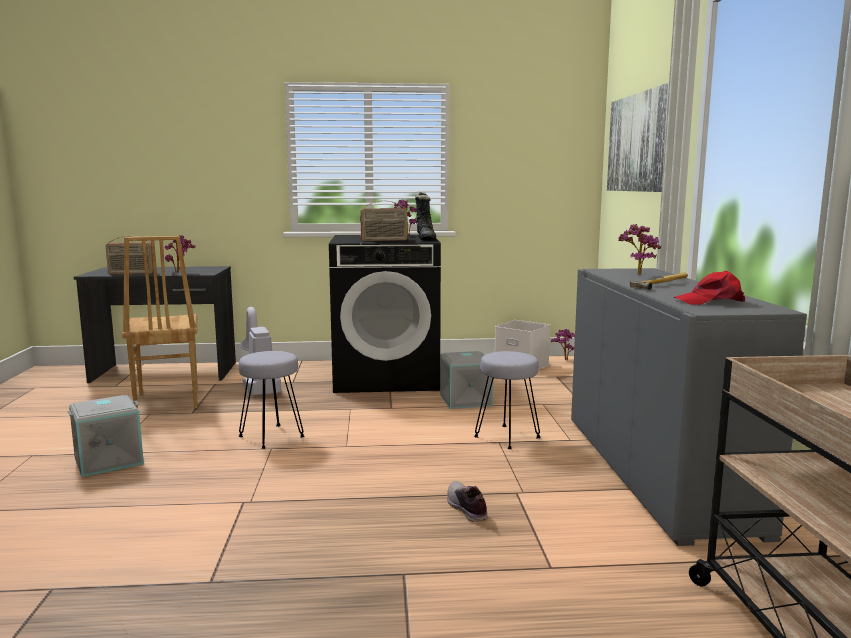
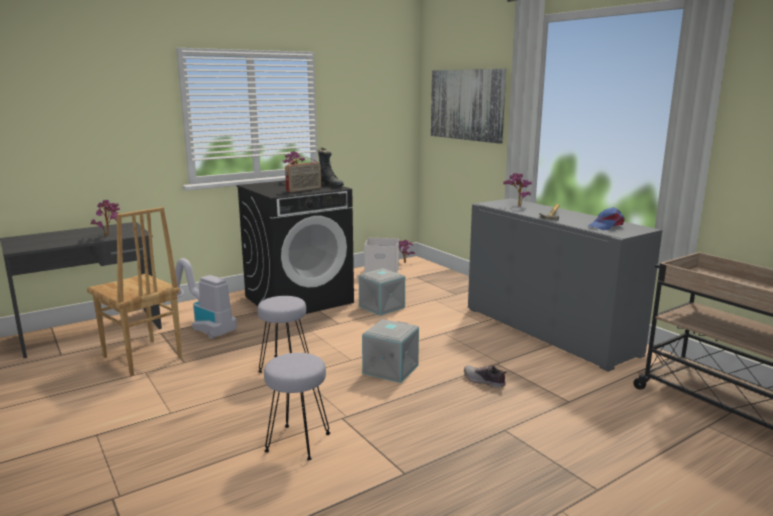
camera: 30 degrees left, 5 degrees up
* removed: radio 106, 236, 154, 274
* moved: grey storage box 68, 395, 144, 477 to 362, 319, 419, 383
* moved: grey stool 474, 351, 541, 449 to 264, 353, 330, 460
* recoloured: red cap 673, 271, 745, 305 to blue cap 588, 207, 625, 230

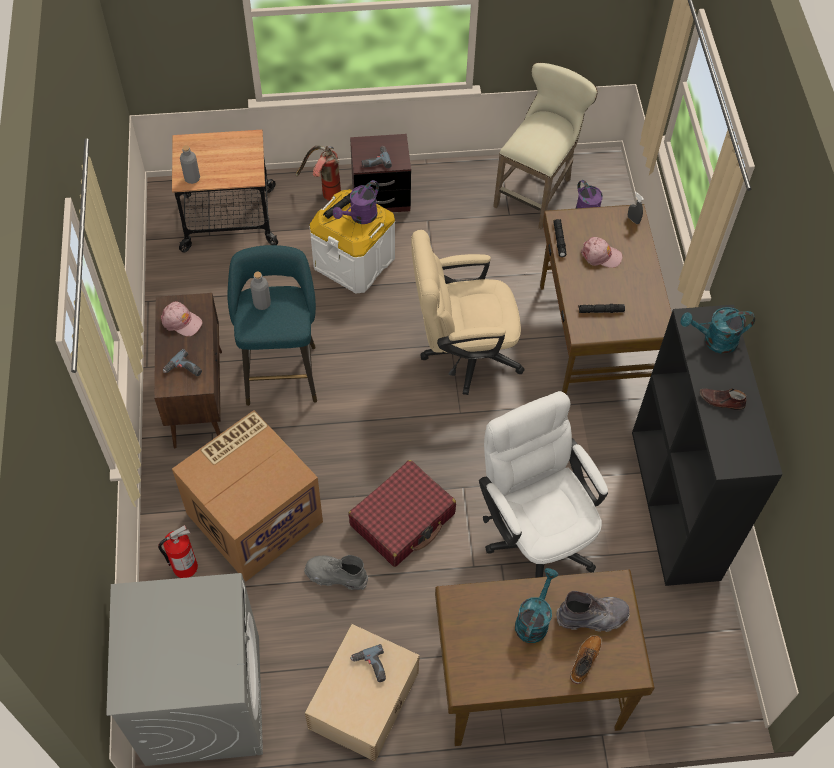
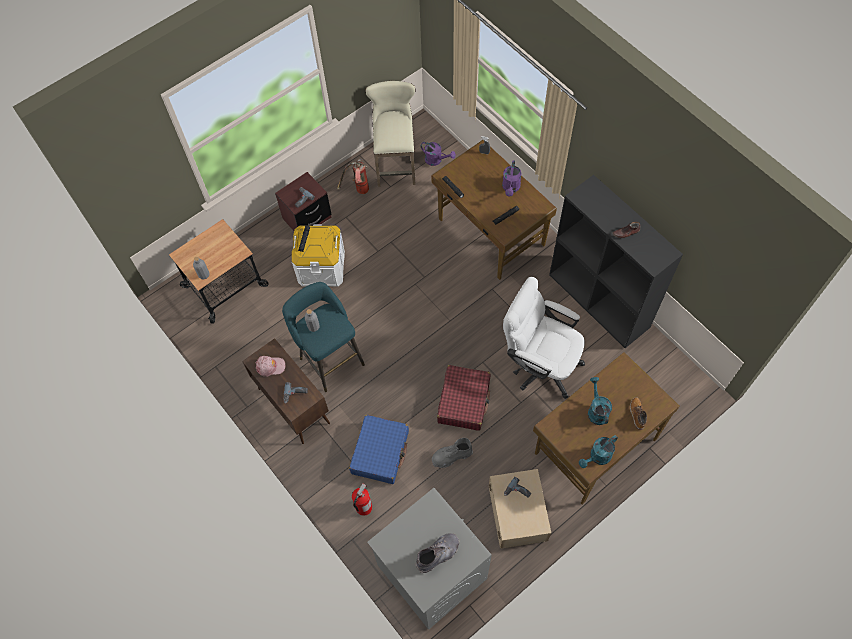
camera: 30 degrees left, 5 degrees up
* removed: beige office chair 411, 230, 525, 395
* removed: pink cap 581, 237, 623, 268
* moved: fire extinguisher 296, 146, 341, 201 to 337, 159, 369, 194
* moved: purple watering can 333, 180, 379, 224 to 502, 161, 522, 197
* moved: grey boot 556, 591, 630, 632 to 415, 533, 460, 573
* moved: turquoise watering can 681, 307, 755, 354 to 579, 435, 618, 468
* replaced: cardboard box 172, 410, 323, 581 to blue suitcase 349, 415, 409, 484

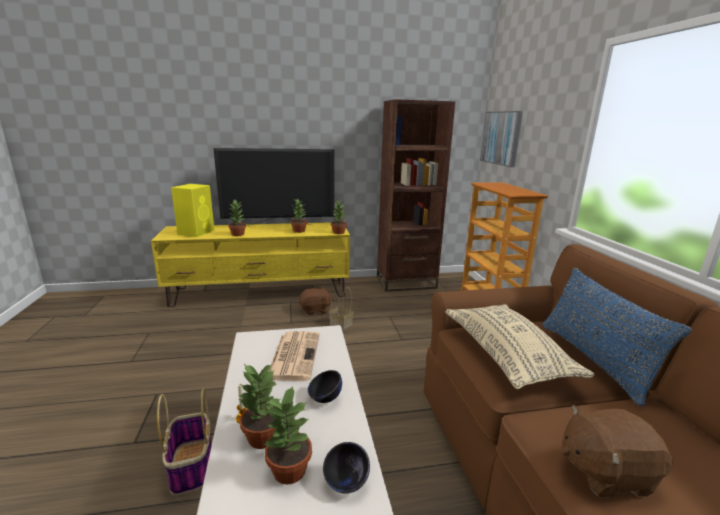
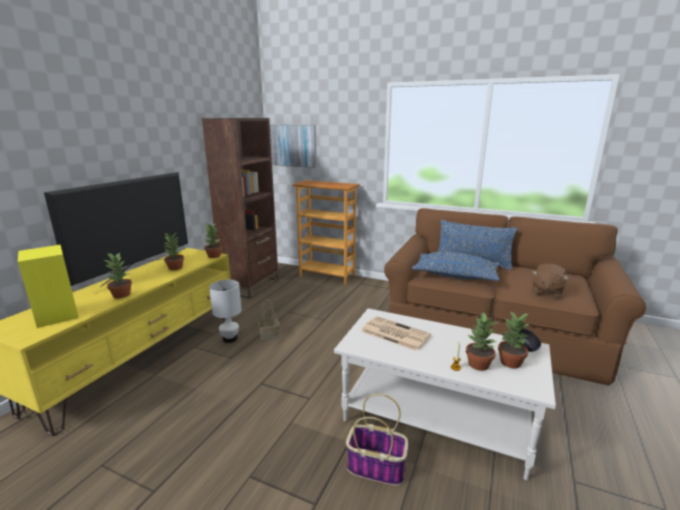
camera: 55 degrees left, 0 degrees up
* removed: black bowl 308, 370, 342, 403
* replaced: brown plush toy 299, 287, 334, 315 to white table lamp 209, 280, 242, 343
* recoloured: beige pillow 445, 304, 594, 389 to blue pillow 412, 252, 500, 281

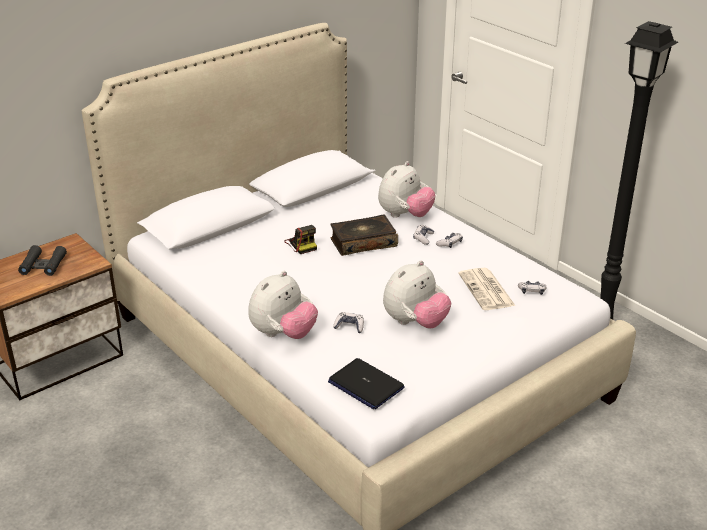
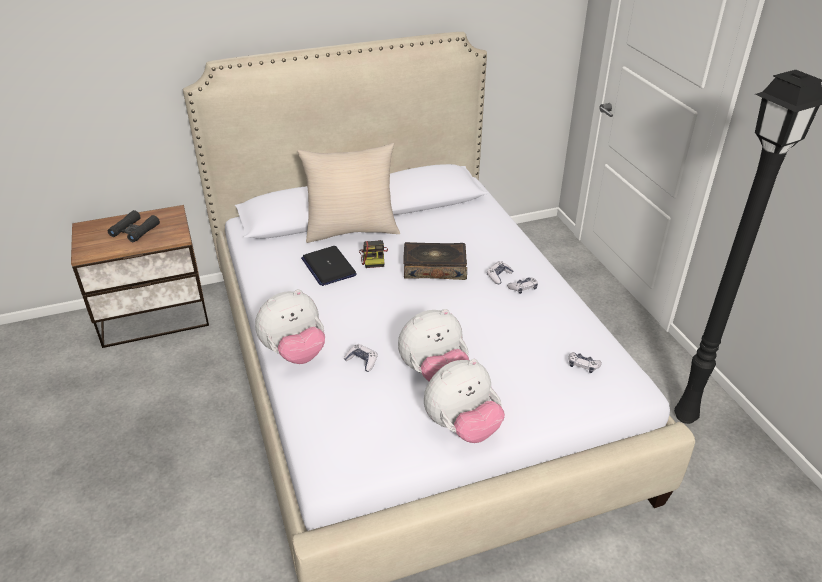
camera: 20 degrees right, 5 degrees up
* removed: newspaper 458, 268, 516, 310
* added: beige pillow 297, 143, 400, 243
* moved: laptop 328, 358, 405, 409 to 301, 246, 357, 286
* moved: plush toy 378, 161, 436, 218 to 424, 359, 505, 443

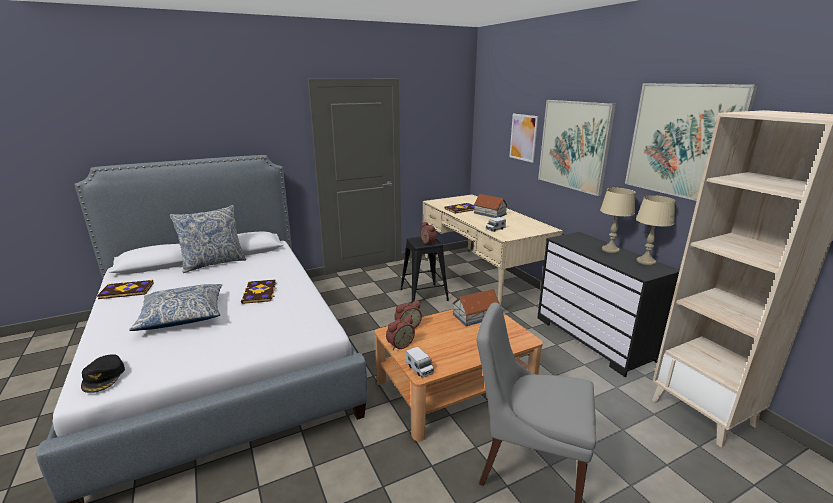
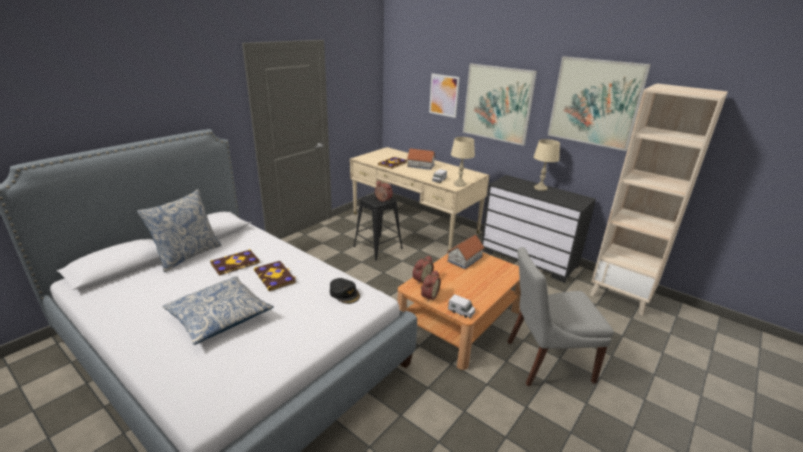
camera: 25 degrees left, 5 degrees up
* moved: black cap 81, 354, 125, 393 to 330, 278, 360, 304
* moved: book 97, 280, 154, 299 to 210, 249, 260, 276
* moved: beige table lamp 636, 195, 675, 265 to 451, 137, 475, 187

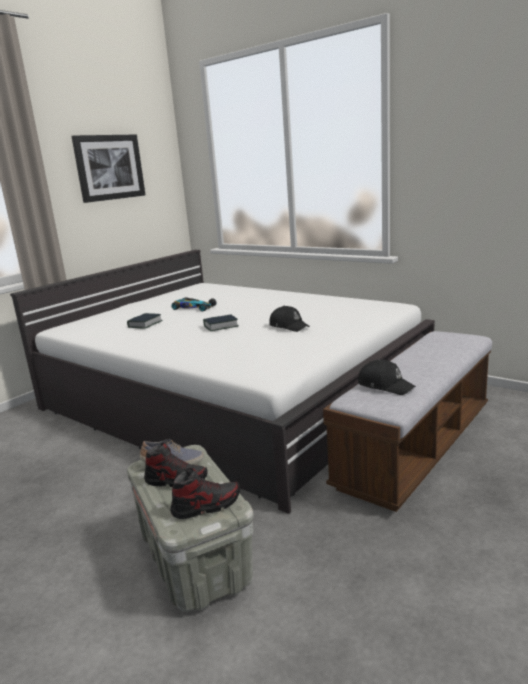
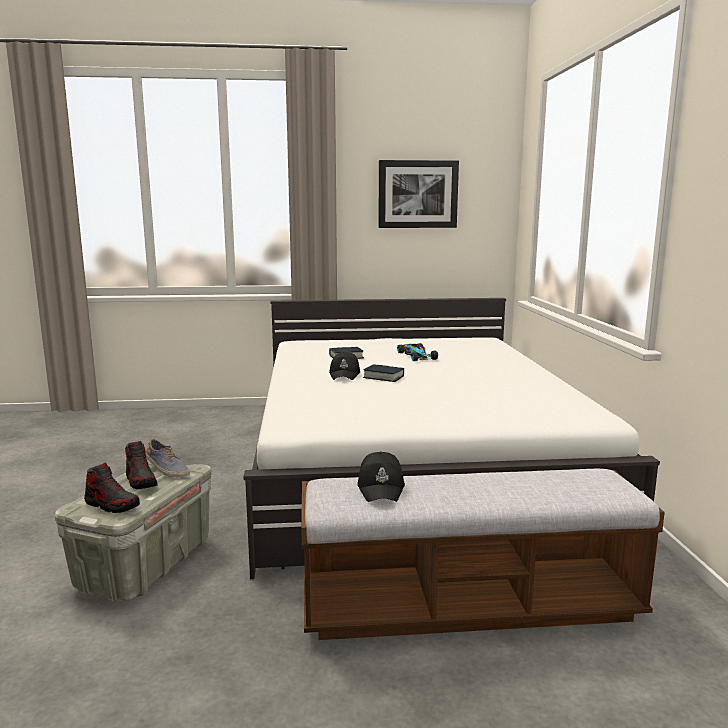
camera: 45 degrees right, 5 degrees down
* moved: black cap 269, 306, 310, 332 to 329, 351, 360, 380

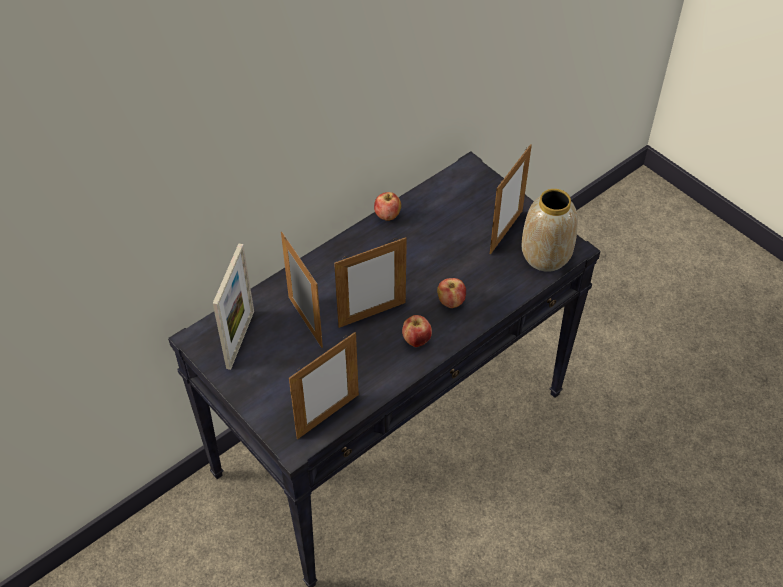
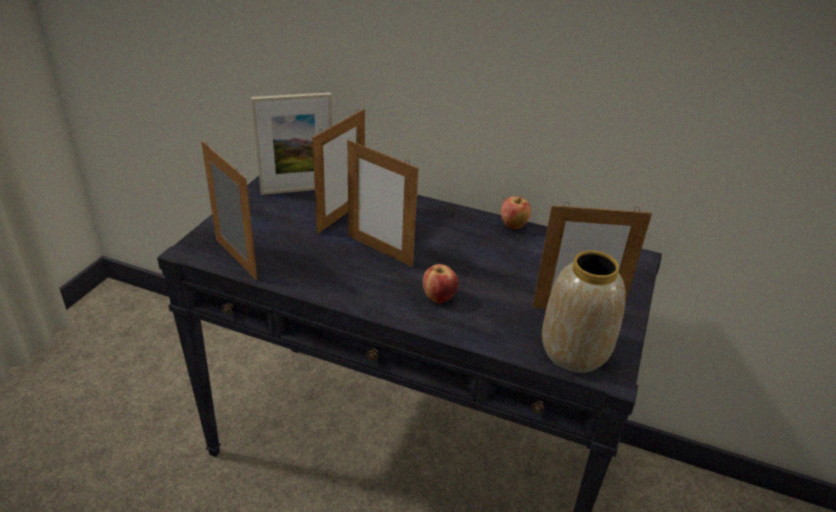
camera: 60 degrees right, 15 degrees down
* removed: apple 402, 315, 432, 347
* turned: picture frame 289, 332, 359, 439 = 201, 141, 258, 281 150 degrees counterclockwise

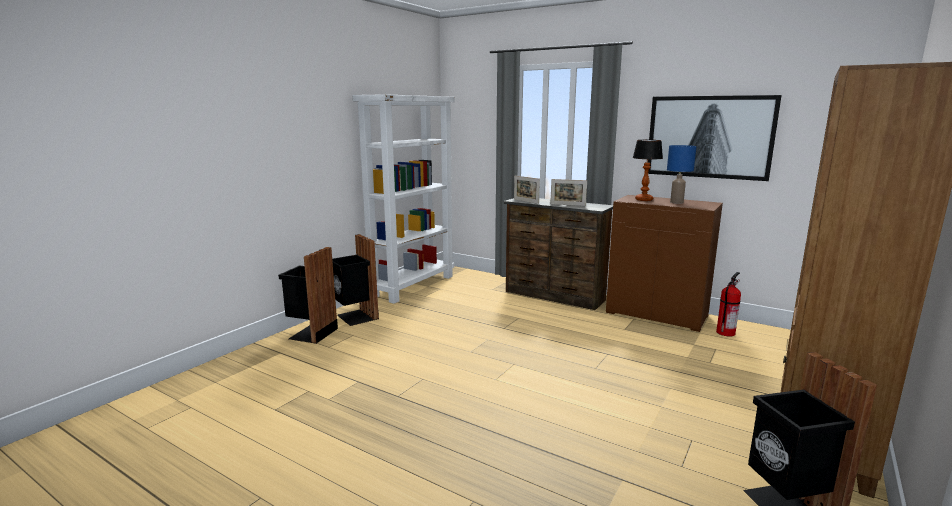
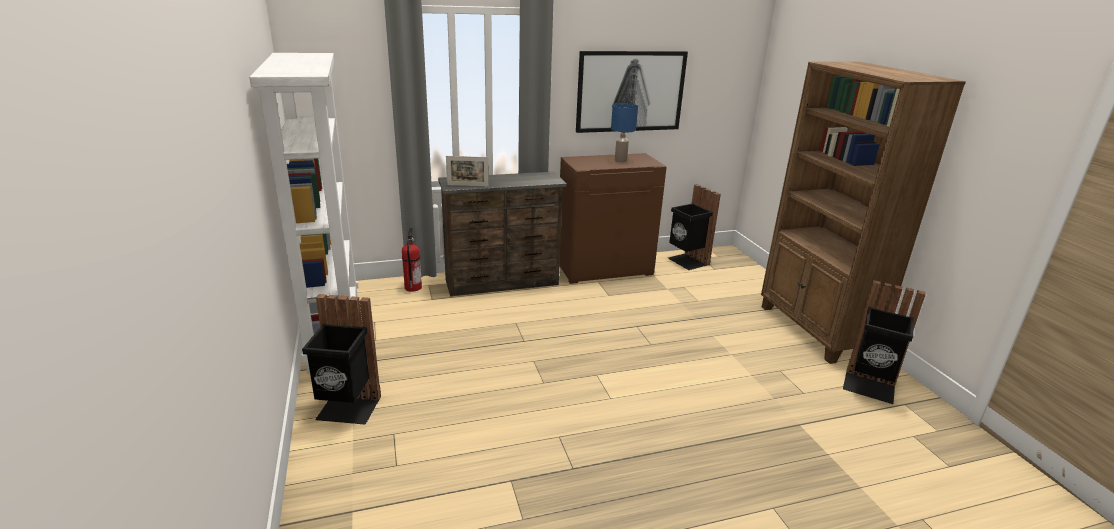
camera: 50 degrees left, 10 degrees up
* removed: picture frame 550, 179, 587, 206
* removed: table lamp 633, 140, 663, 201
* moved: black trash can 278, 247, 338, 344 to 668, 184, 721, 270
* moved: fire extinguisher 716, 272, 741, 337 to 402, 228, 422, 292

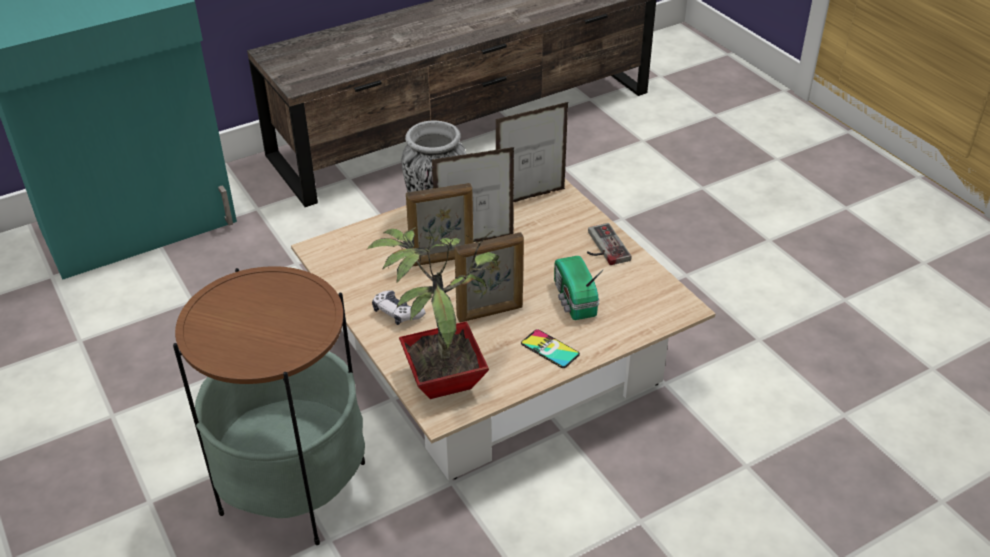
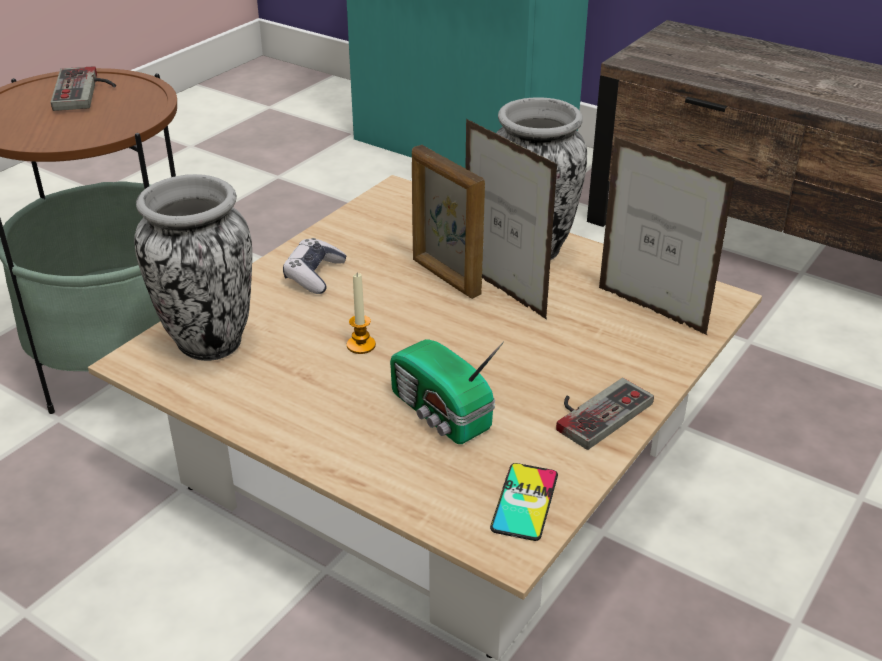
camera: 65 degrees right, 5 degrees down
* added: game controller 51, 66, 116, 111
* moved: phone 521, 329, 580, 368 to 490, 463, 558, 541
* replaced: potted plant 367, 227, 500, 399 to vase 134, 174, 252, 361
* replaced: picture frame 454, 232, 524, 322 to candle 347, 273, 376, 354
* turned: radio 554, 256, 604, 320 = 390, 339, 504, 444 90 degrees counterclockwise

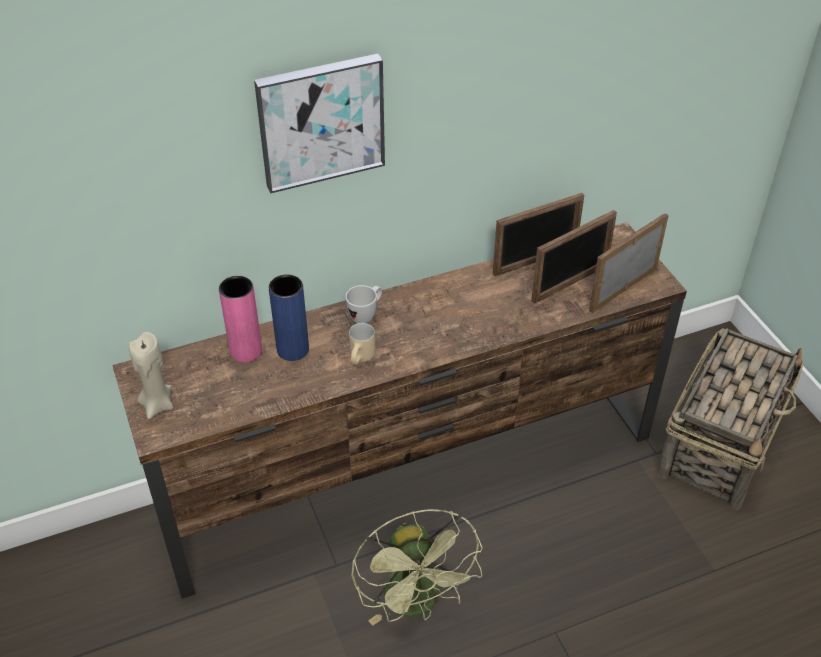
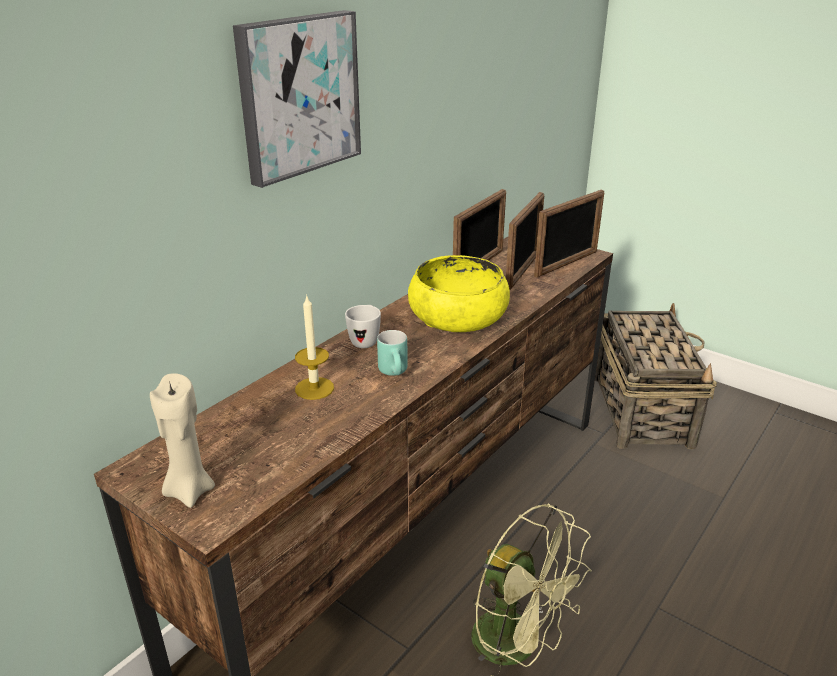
camera: 30 degrees left, 15 degrees down
* removed: pink vase 219, 276, 262, 362
* added: yellow bowl 408, 255, 510, 332
* replaced: blue vase 269, 274, 309, 361 to candle 295, 296, 334, 400
* recoloured: beige mug 349, 323, 376, 365 to turquoise mug 377, 330, 408, 376
* turned: picture frame 589, 213, 669, 313 = 534, 190, 604, 278 150 degrees counterclockwise

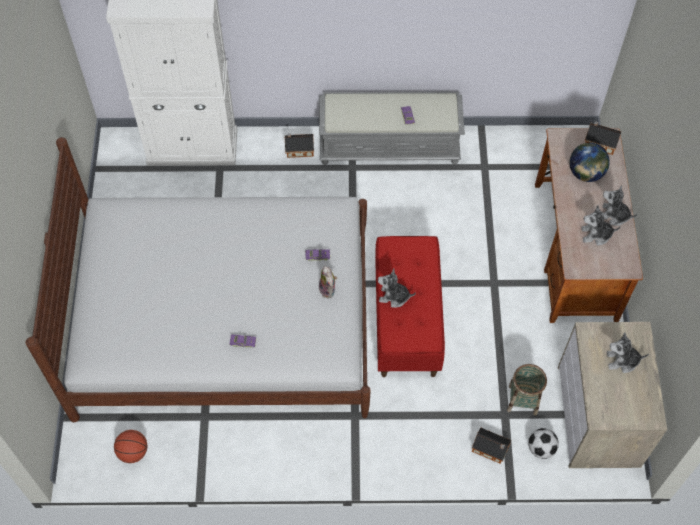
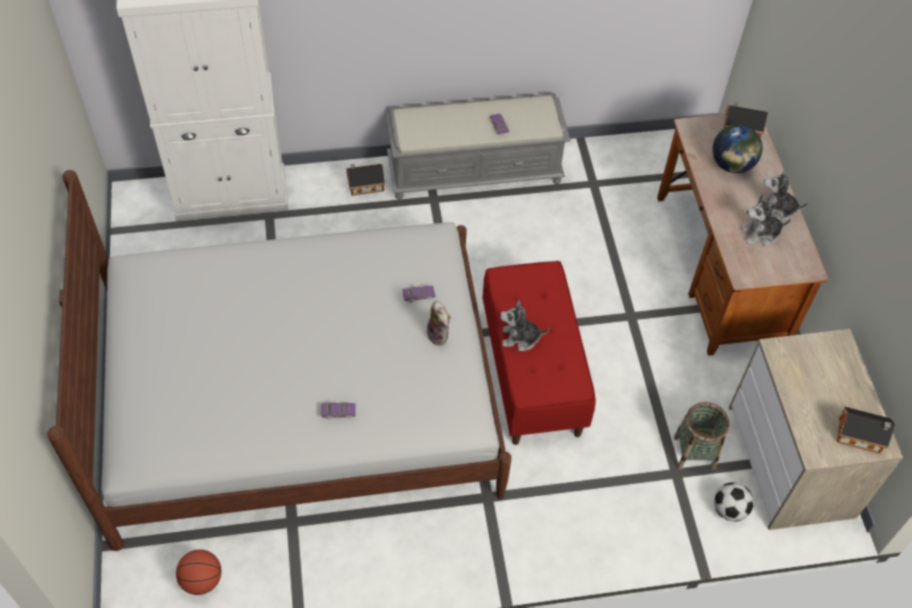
camera: 10 degrees left, 5 degrees down
* removed: plush toy 607, 332, 649, 373
* moved: toy house 472, 427, 511, 464 to 836, 406, 895, 453

